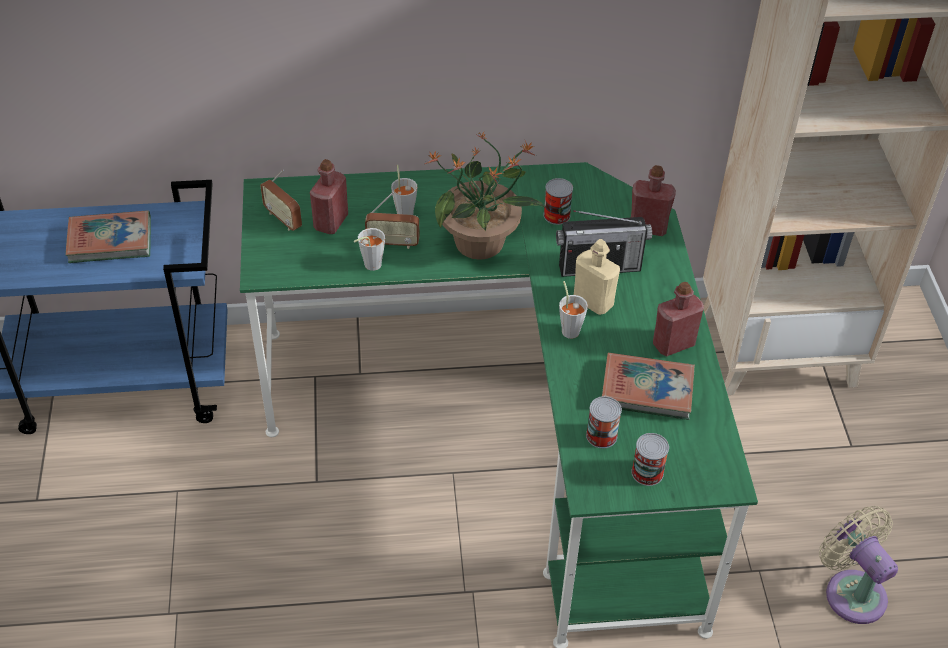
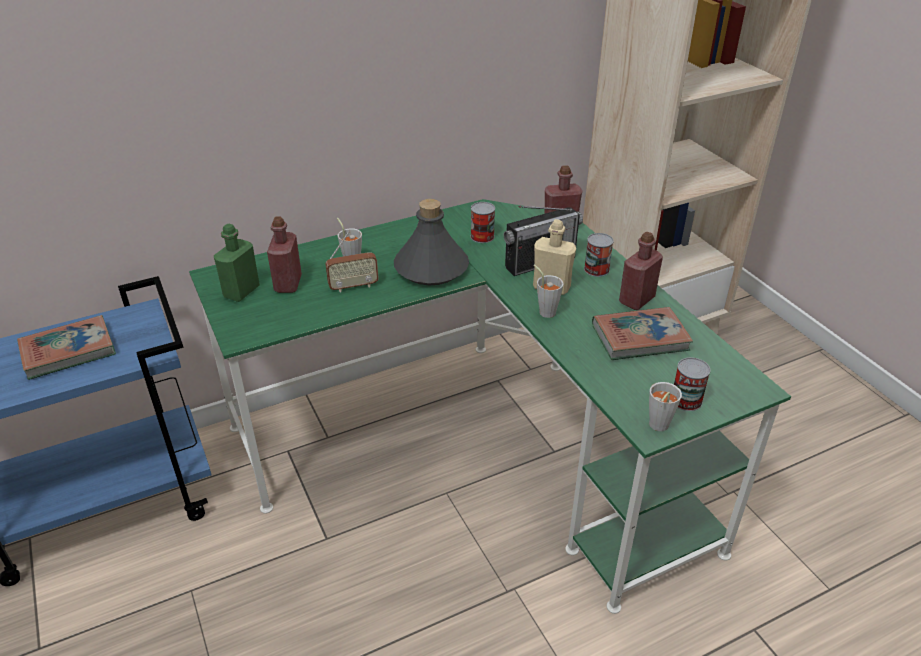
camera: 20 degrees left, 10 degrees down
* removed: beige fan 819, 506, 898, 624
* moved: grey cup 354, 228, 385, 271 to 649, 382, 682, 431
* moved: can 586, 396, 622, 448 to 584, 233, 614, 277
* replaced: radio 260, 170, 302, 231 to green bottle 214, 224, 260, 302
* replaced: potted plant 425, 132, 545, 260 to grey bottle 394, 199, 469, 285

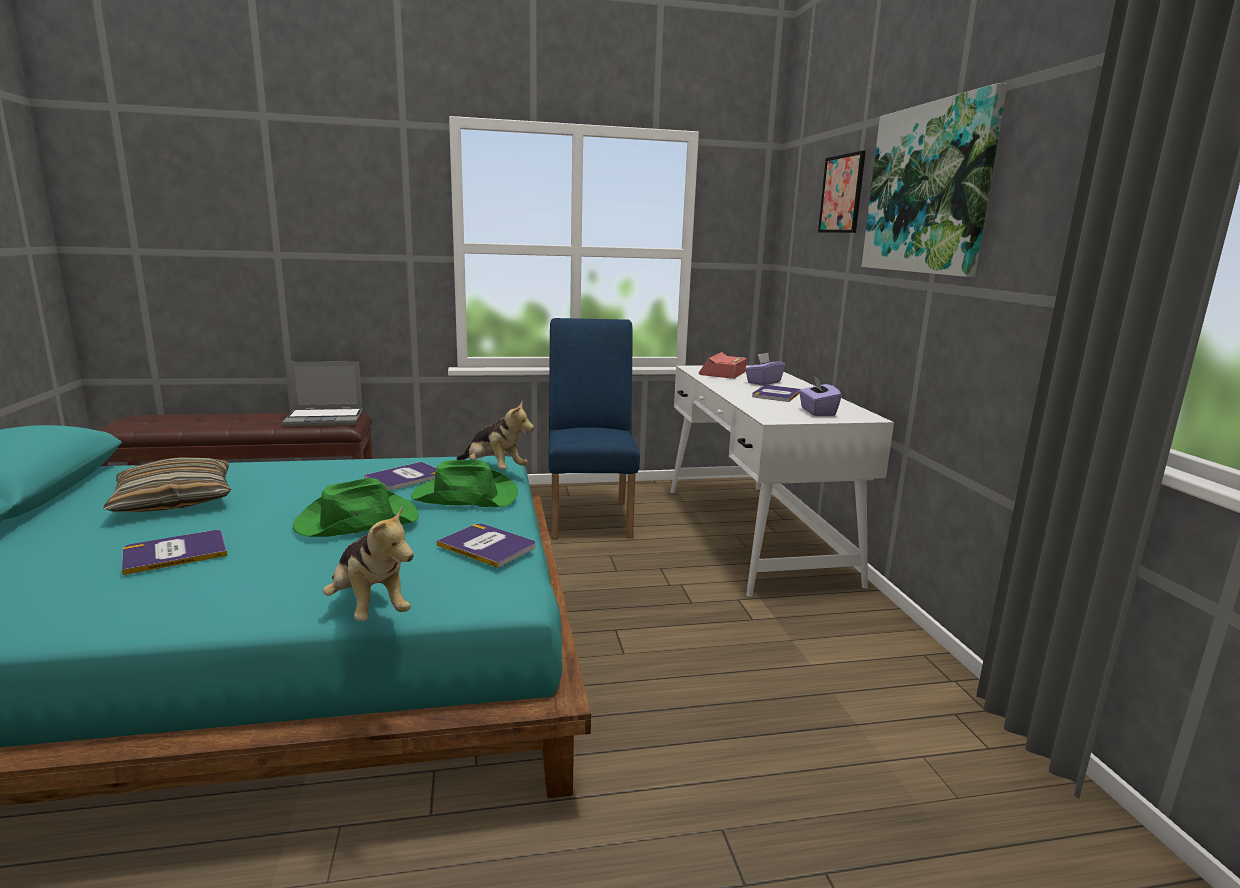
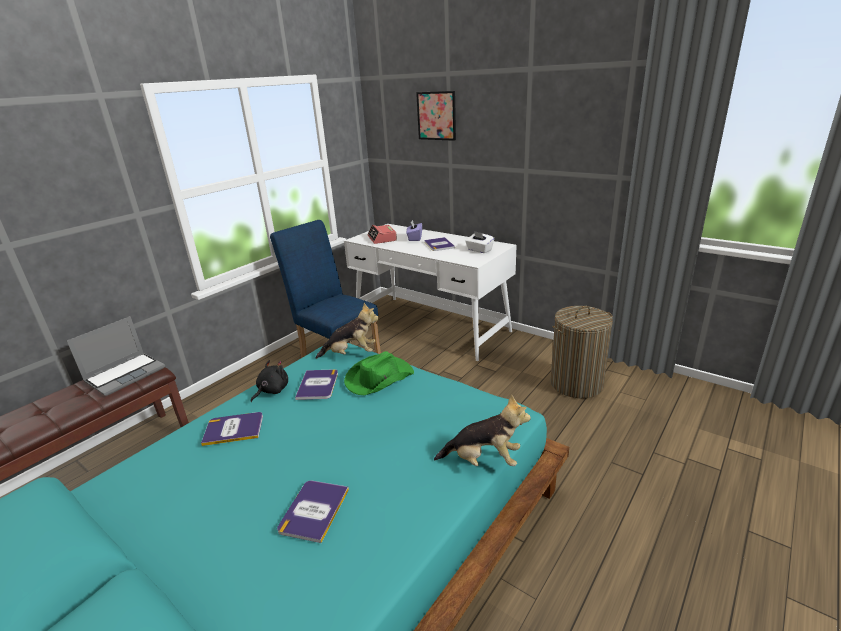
camera: 40 degrees left, 10 degrees up
* removed: pillow 103, 457, 231, 512
* removed: green hat 293, 478, 419, 537
* removed: picture 861, 83, 1007, 277
* added: black plush toy 251, 360, 288, 402
* added: laundry basket 550, 306, 613, 398
* moved: book 437, 524, 535, 568 to 201, 412, 263, 446
* recoloured: purple tissue box 799, 377, 842, 416 to white tissue box 465, 231, 494, 253

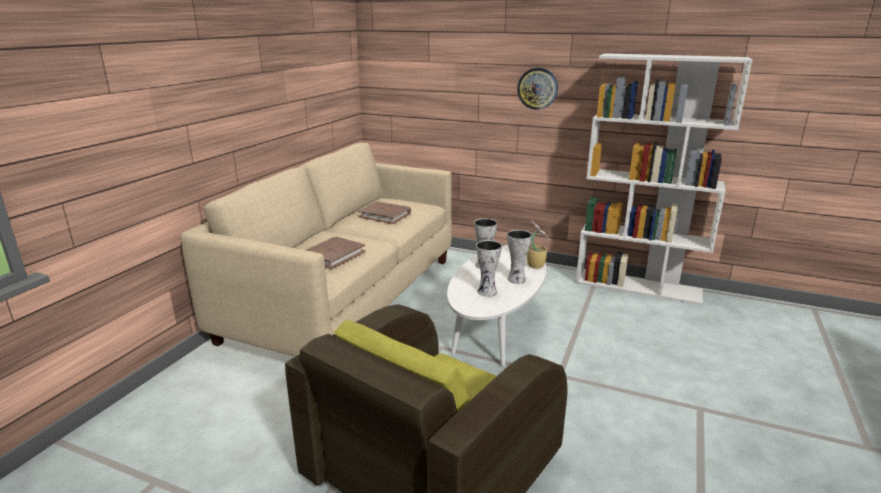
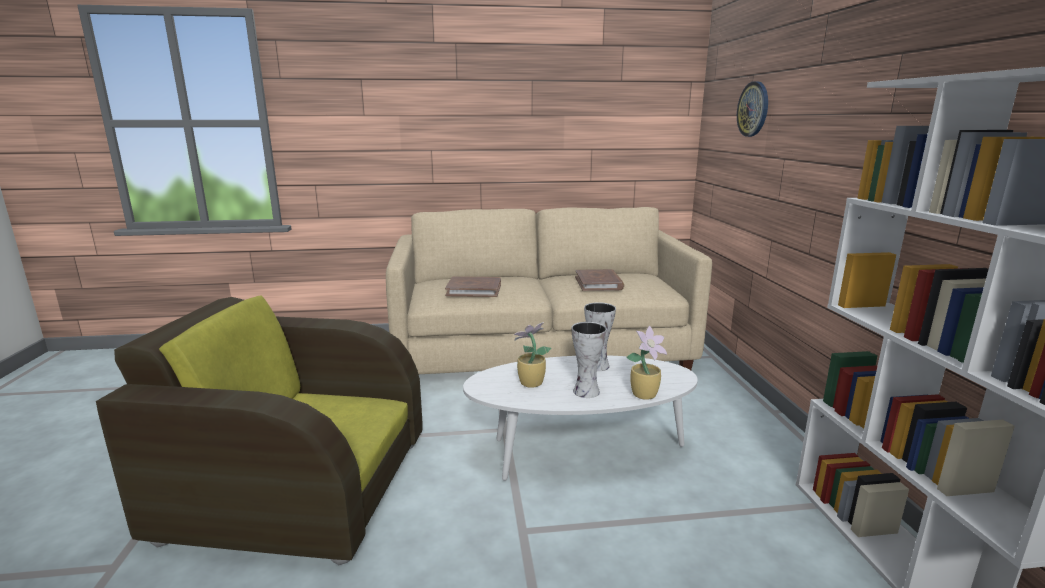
camera: 60 degrees right, 5 degrees down
* moved: wall clock 517, 68, 558, 110 to 737, 81, 768, 137
* replaced: vase 476, 240, 502, 297 to potted plant 514, 322, 551, 388

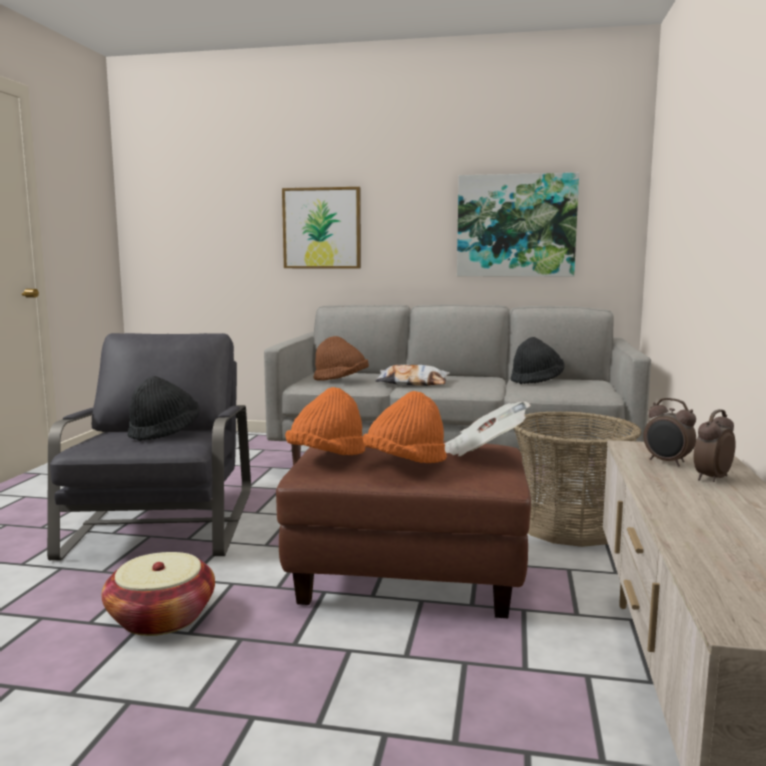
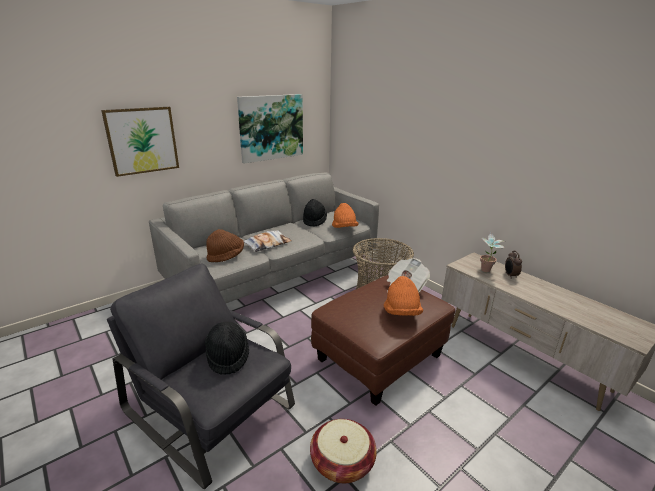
camera: 50 degrees left, 15 degrees up
* moved: orange hat 285, 387, 365, 455 to 332, 203, 359, 228
* replaced: alarm clock 643, 398, 696, 467 to potted plant 480, 232, 505, 272

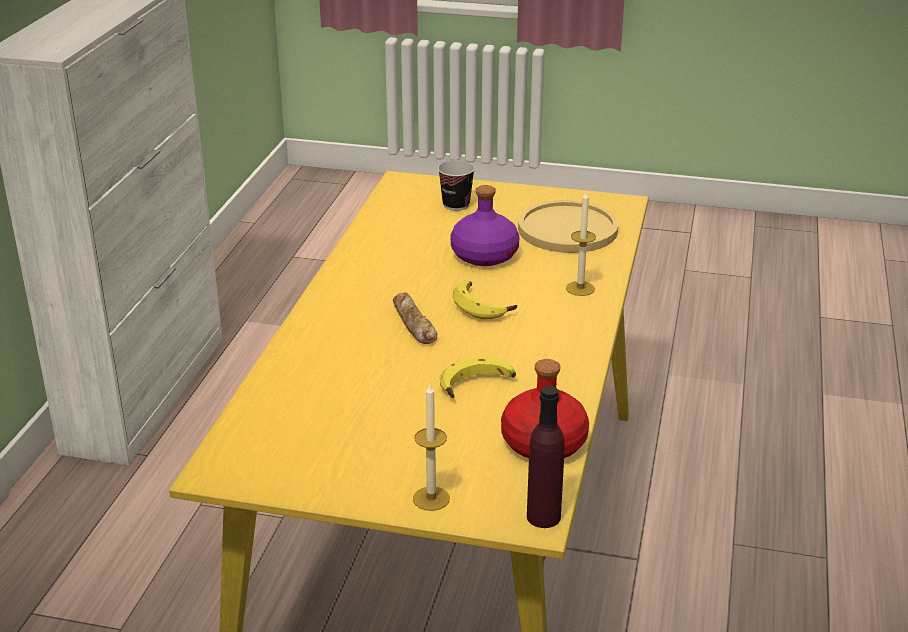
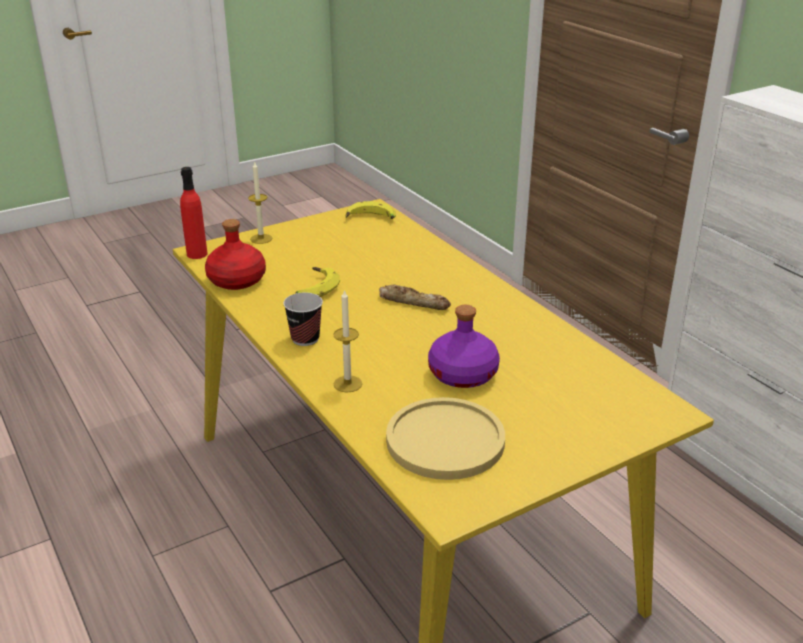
camera: 135 degrees right, 0 degrees up
* moved: cup 438, 160, 475, 211 to 283, 293, 323, 346
* moved: banana 453, 281, 517, 320 to 345, 201, 396, 219
* recoloured: purple bottle 527, 386, 565, 528 to red bottle 180, 167, 208, 259

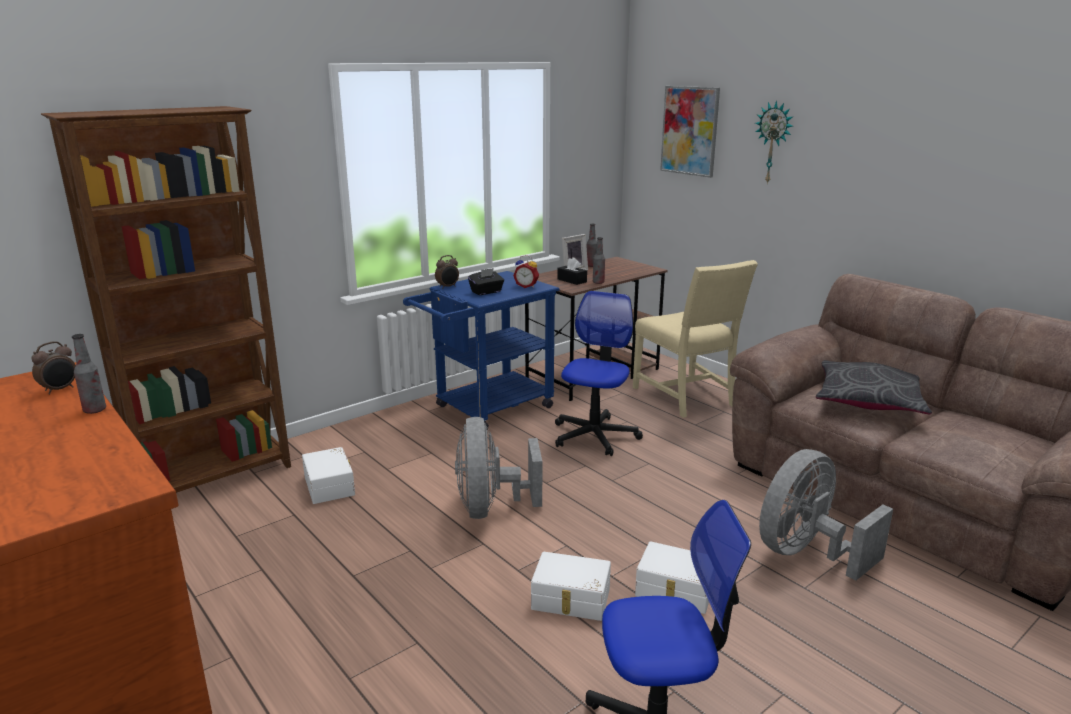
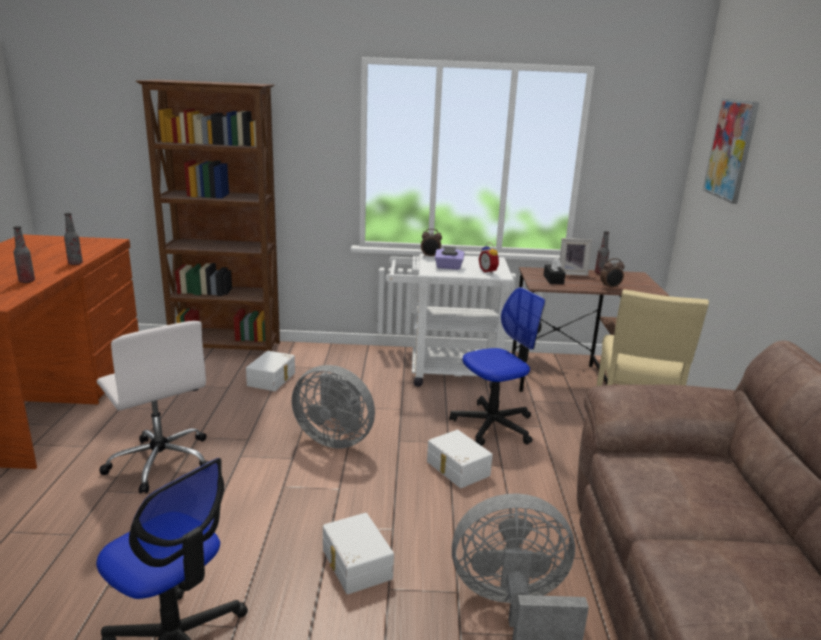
camera: 40 degrees right, 0 degrees up
* removed: wall clock 755, 101, 793, 184
* removed: grey pillow 816, 360, 932, 414
* added: white office chair 97, 321, 209, 493
* moved: alarm clock 31, 341, 76, 394 to 600, 258, 625, 289
* moved: white storage box 531, 552, 611, 621 to 427, 430, 493, 488
* moved: bottle 593, 237, 605, 284 to 13, 226, 35, 283
* recoloured: blue cart 403, 271, 559, 428 to white cart 386, 254, 515, 389
* recoloured: black tissue box 468, 268, 504, 295 to purple tissue box 435, 246, 465, 270
* turned: grey fan 455, 417, 542, 519 = 292, 365, 375, 449 105 degrees counterclockwise

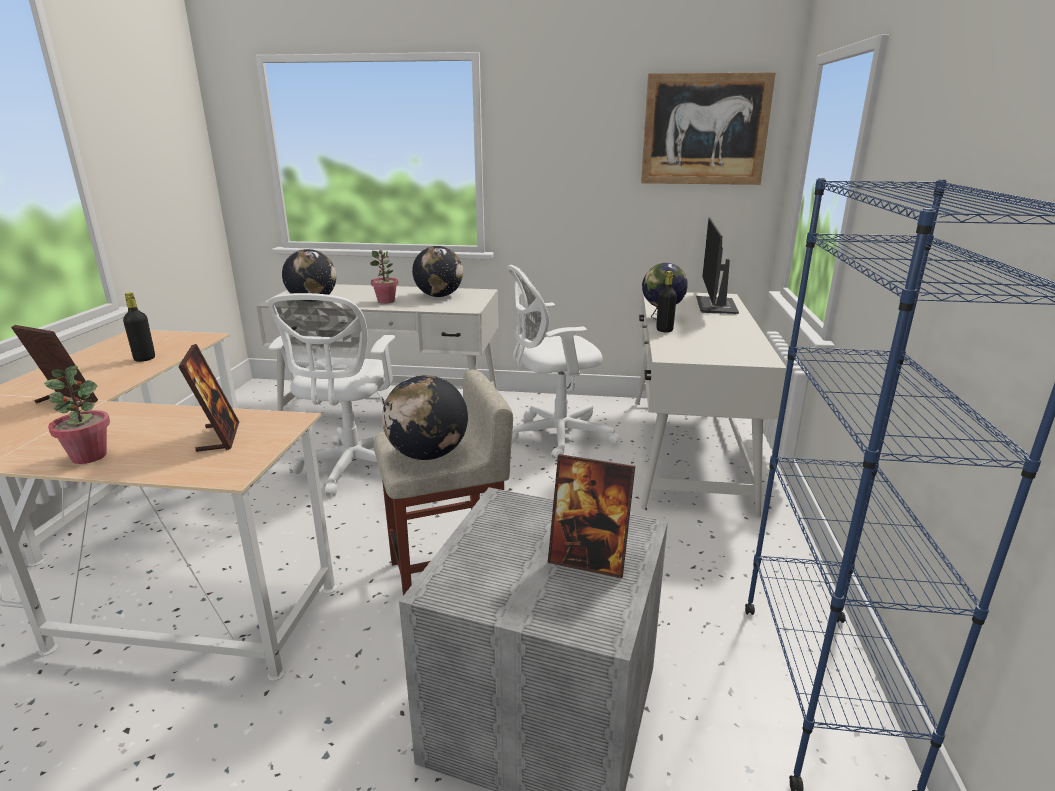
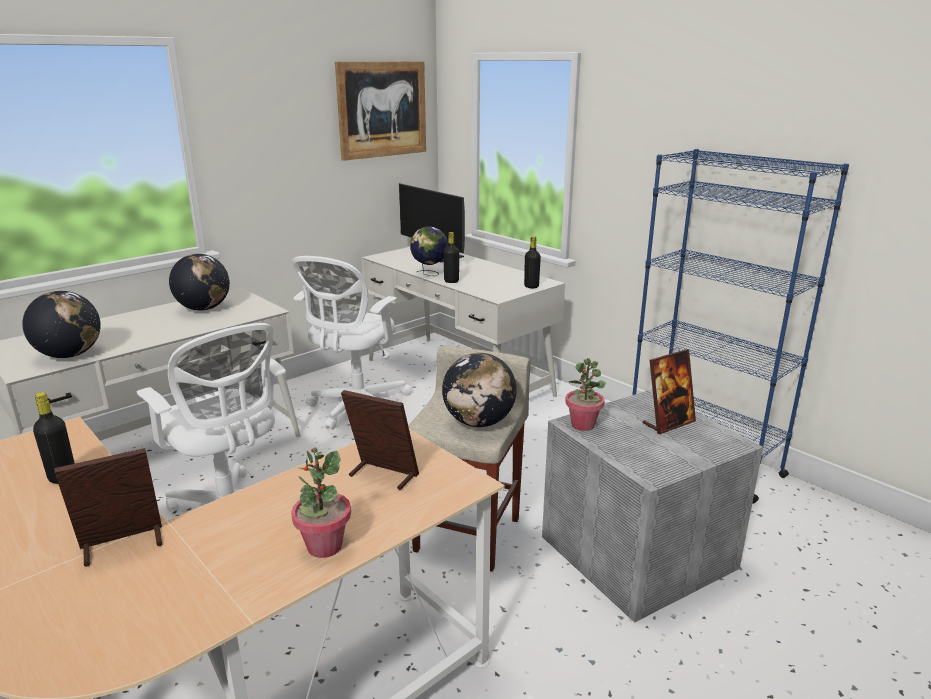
camera: 50 degrees left, 0 degrees up
* added: black bottle 524, 236, 541, 288
* moved: potted plant 370, 250, 399, 304 to 565, 358, 606, 431

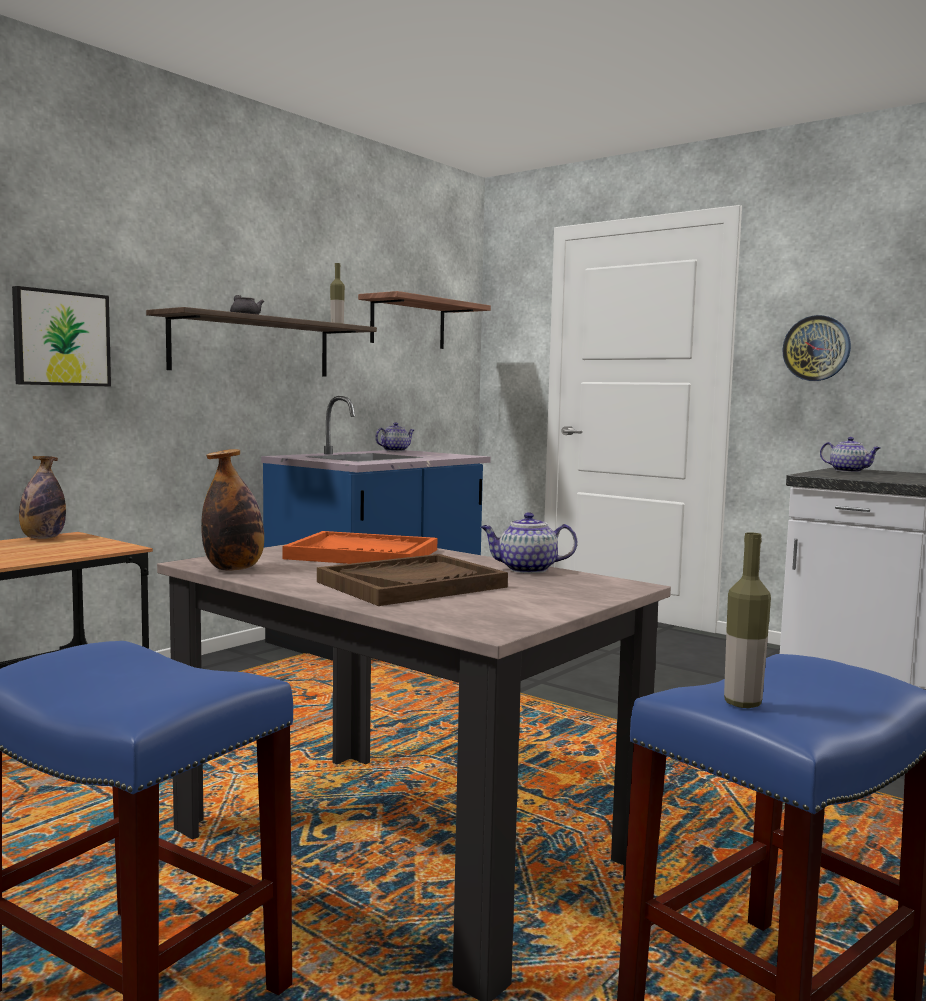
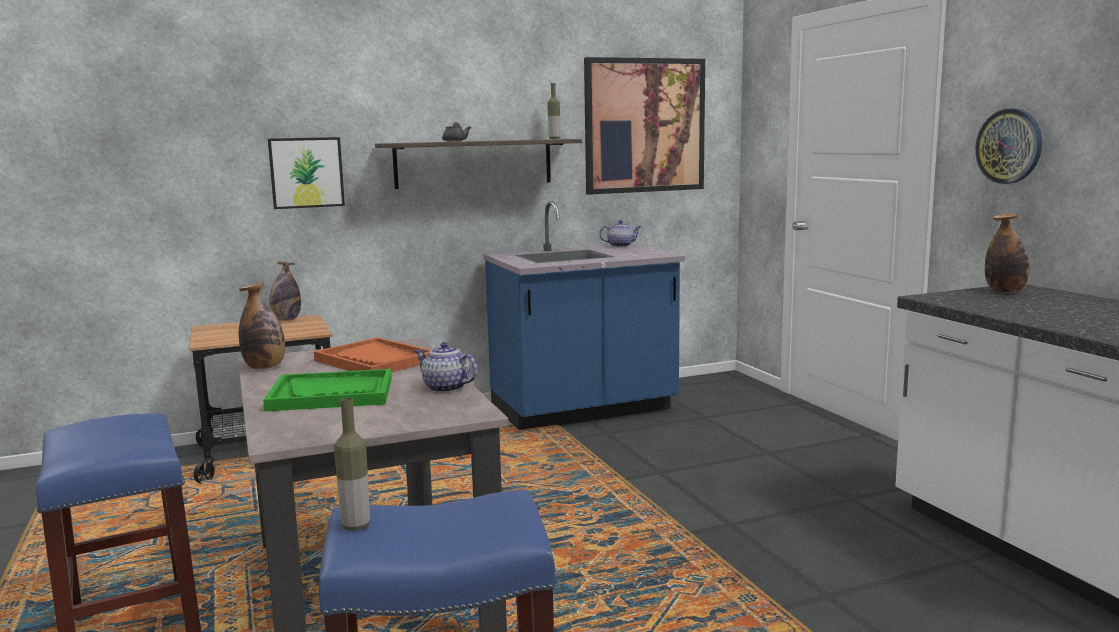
camera: 30 degrees right, 5 degrees up
* replaced: shelf 358, 291, 491, 349 to picture 584, 57, 705, 195
* replaced: teapot 820, 437, 880, 472 to bottle 985, 213, 1029, 293
* recoloured: brown tray 317, 554, 508, 606 to green tray 263, 369, 392, 411

